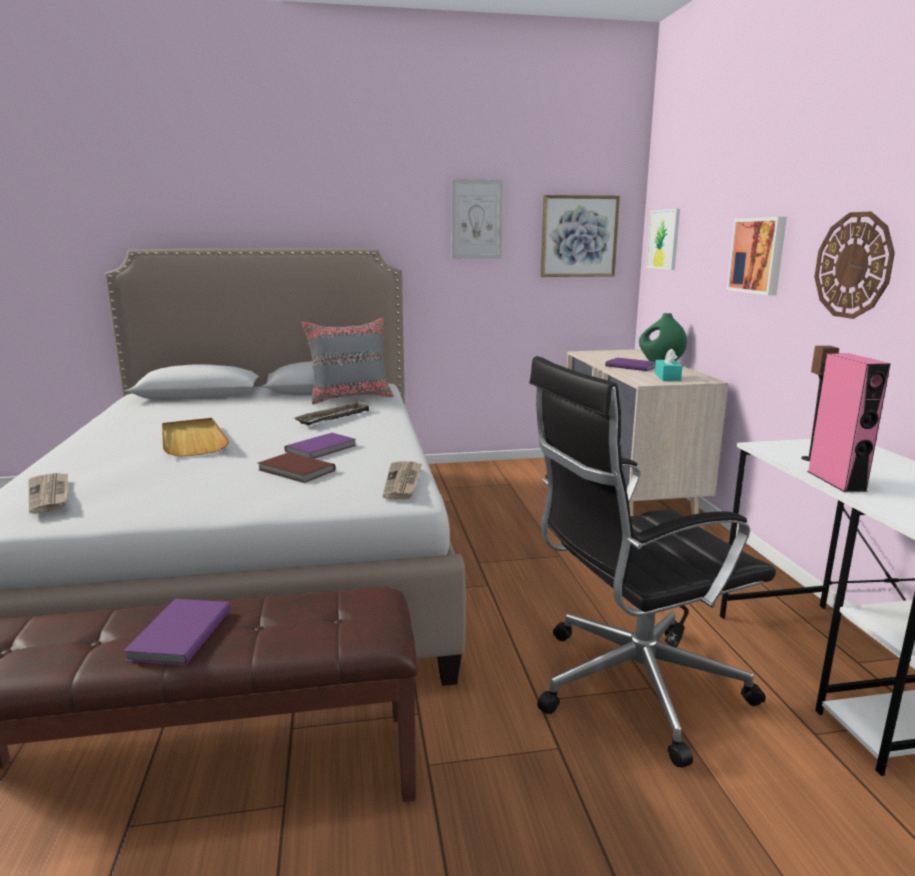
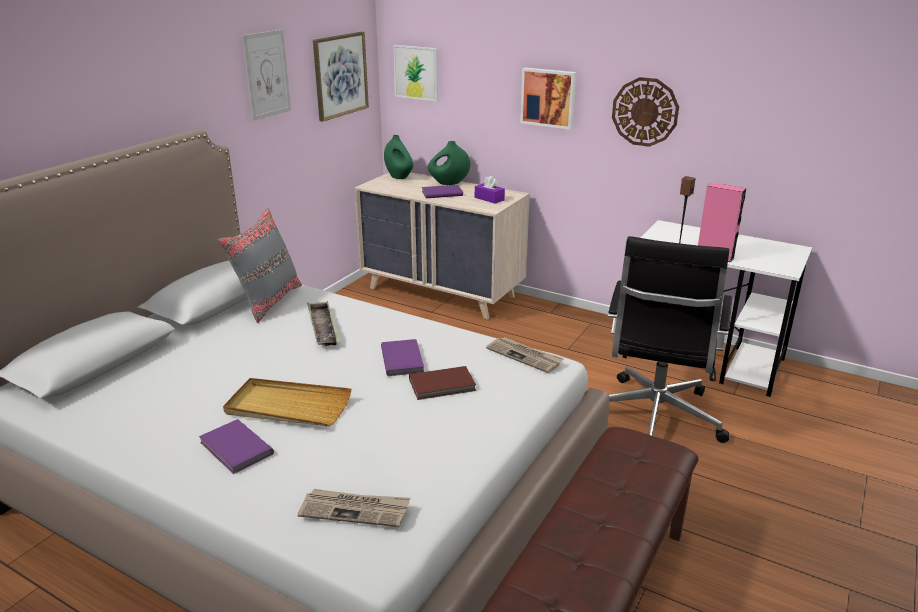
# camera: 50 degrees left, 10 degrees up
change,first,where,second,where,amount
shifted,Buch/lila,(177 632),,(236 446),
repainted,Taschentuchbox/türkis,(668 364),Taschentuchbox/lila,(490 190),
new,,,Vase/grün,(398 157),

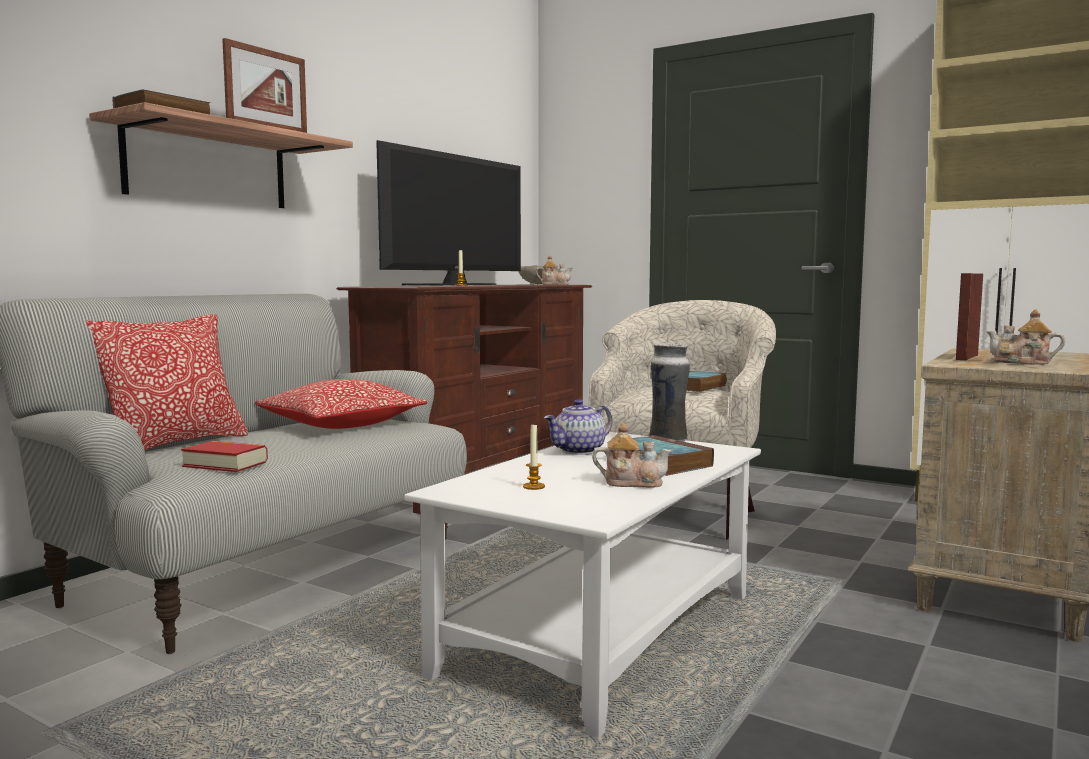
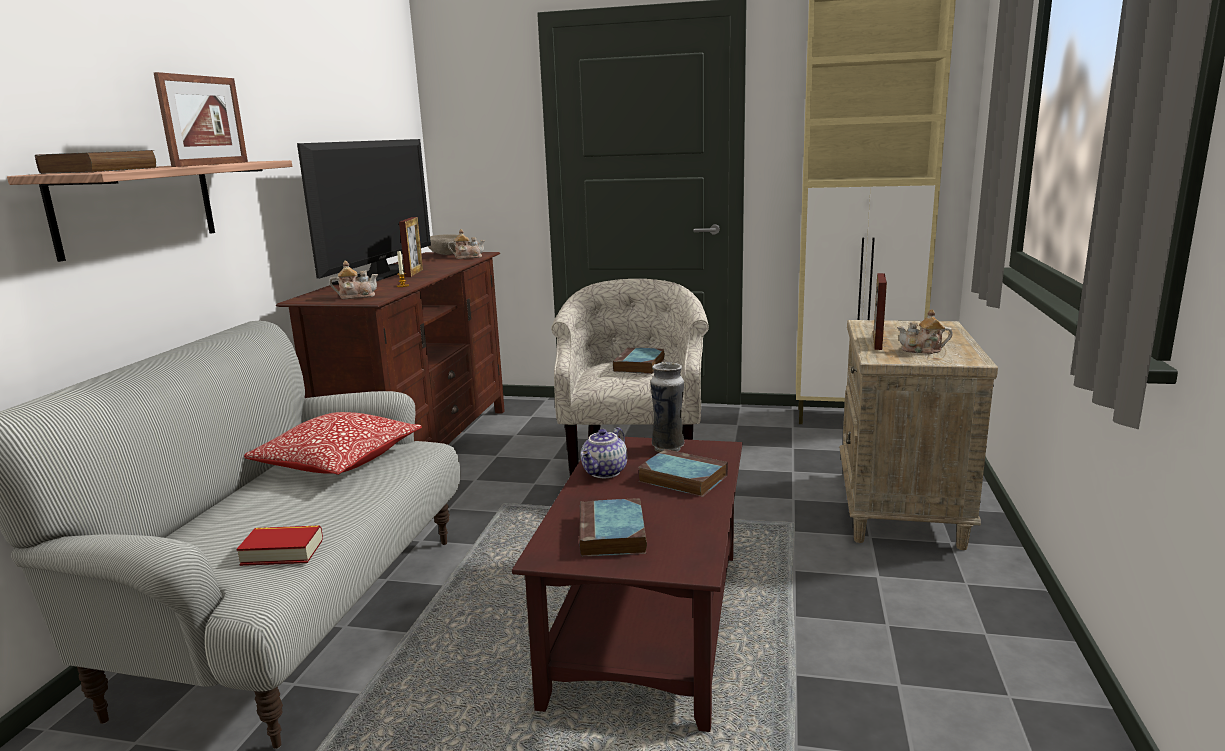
# camera: 20 degrees left, 10 degrees up
change,first,where,second,where,amount
gone,Kissen,(166 382),,,
repainted,Couchtisch/weiß,(582 585),Couchtisch/braun,(627 584),
swapped,Kerze,(534 457),Buch,(613 527),
shifted,Teekanne,(632 455),,(353 280),
new,,,Bilderrahmen,(411 247),

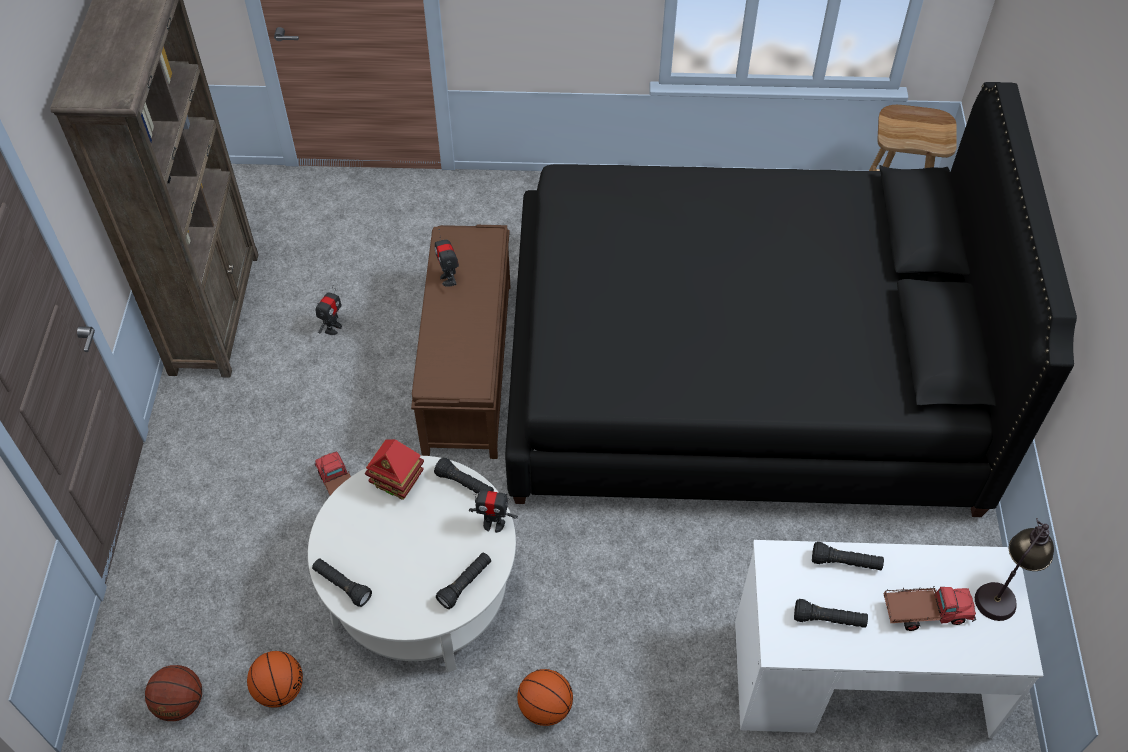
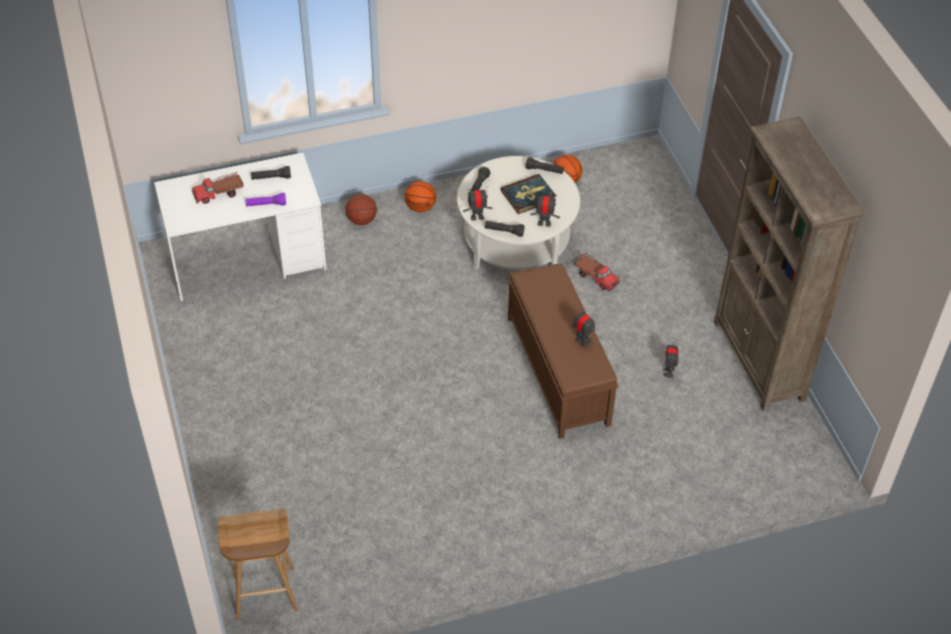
# camera: 160 degrees right, 5 degrees down
change,first,where,second,where,amount
shifted,Basketball,(173 693),,(361 209),
swapped,Spielzeughaus,(394 469),Spielzeugroboter,(545 210),
gone,Bett/schwarz,(791 299),,,
repainted,Taschenlampe/schwarz,(848 556),Taschenlampe/lila,(265 199),
gone,Tischlampe,(1014 569),,,
new,,,Buch,(528 194),

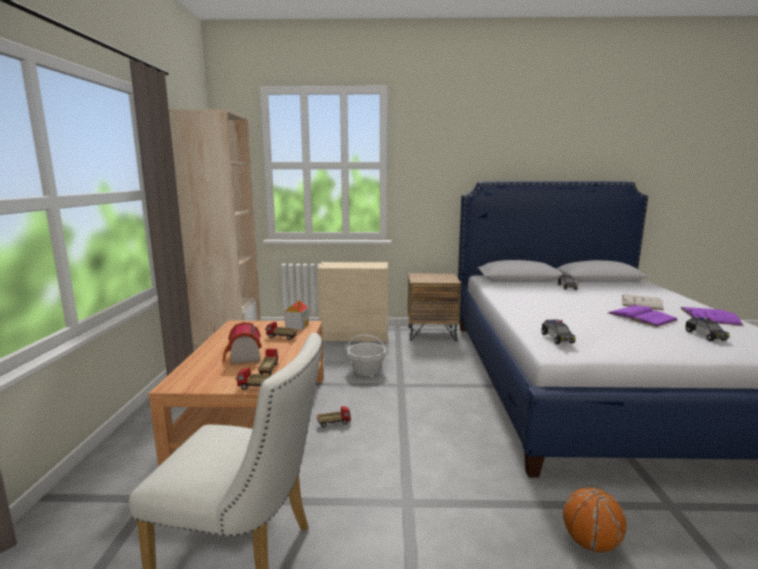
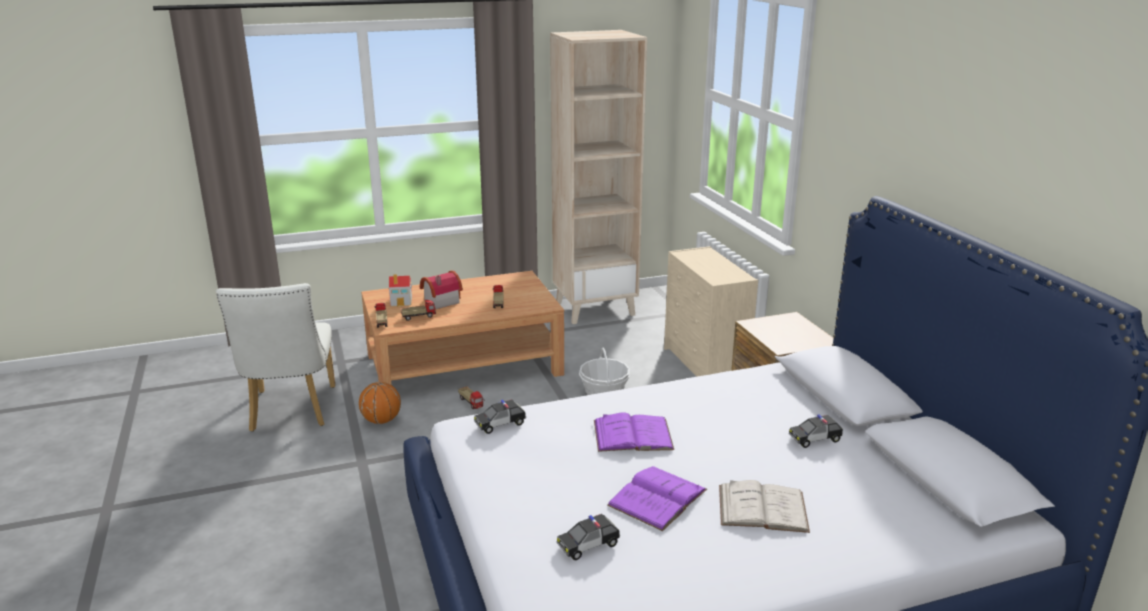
# camera: 70 degrees right, 10 degrees up
change,first,where,second,where,amount
shifted,Spielzeughaus,(296 315),,(400 290),
shifted,Basketball,(595 520),,(380 403),
shifted,Buch/lila,(712 316),,(634 432),

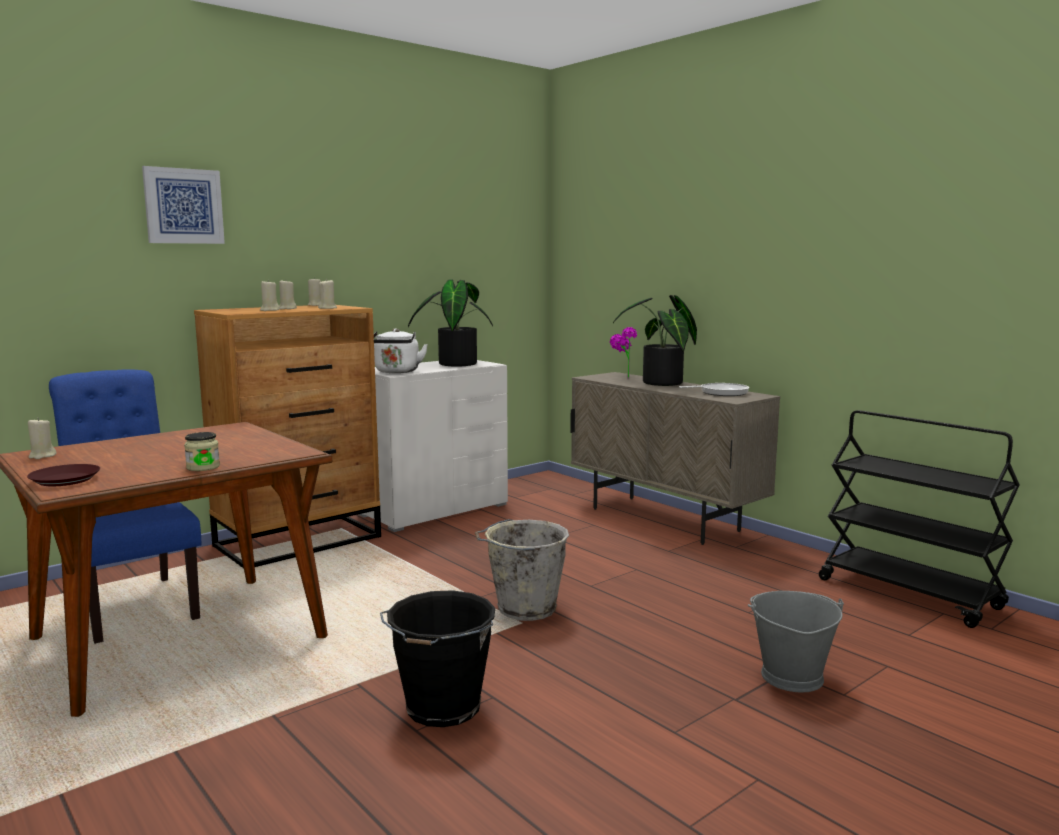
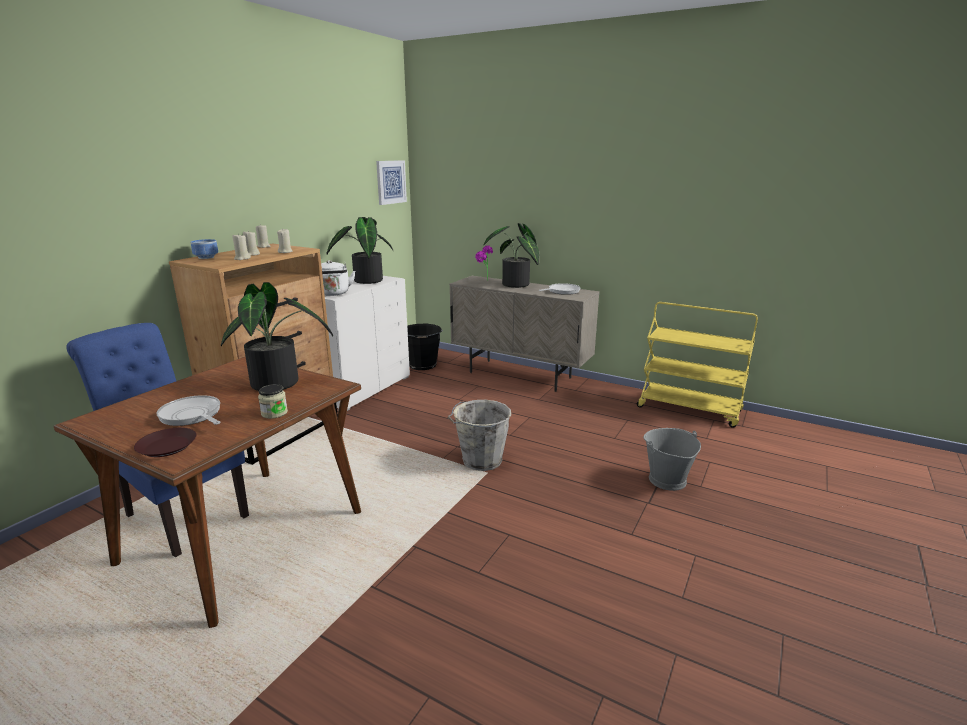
# camera: 20 degrees left, 10 degrees up
change,first,where,second,where,amount
gone,Kerze/beige,(42 438),,,
shifted,Bild,(183 205),,(391 182),
shifted,Eimer/schwarz,(437 658),,(425 347),
repainted,Rollwagen/schwarz,(919 519),Rollwagen/gelb,(697 365),
new,,,Pfanne,(188 410),
new,,,Schüssel,(204 249),
new,,,Topfpflanze,(277 336),

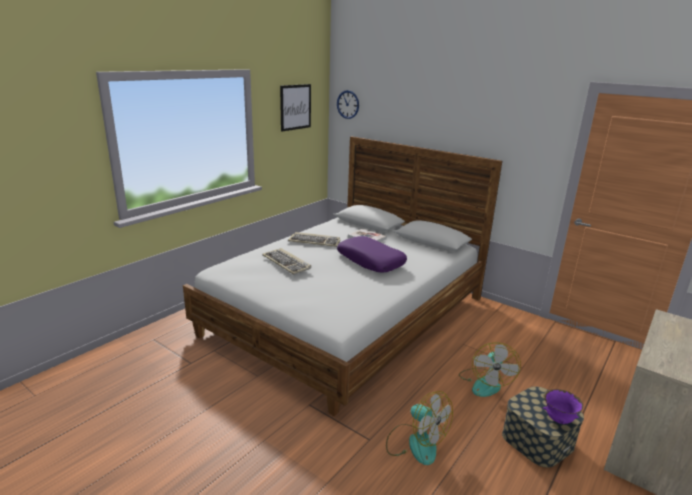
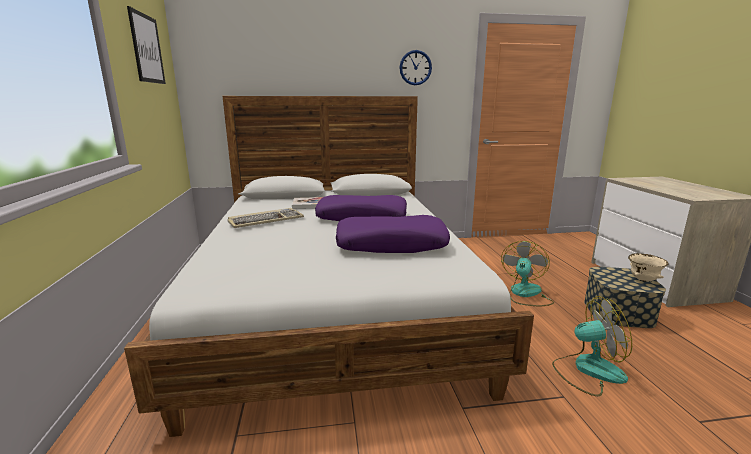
# camera: 45 degrees left, 5 degrees down
change,first,where,second,where,amount
gone,Tastatur,(286 261),,,
shifted,Wanduhr,(348 104),,(416 67),
rotated,Ventilator,(490 369),,(527 273),120 degrees counterclockwise
repainted,Schüssel/lila,(563 406),Schüssel/beige,(648 267),
new,,,Kissen/lila,(393 234),

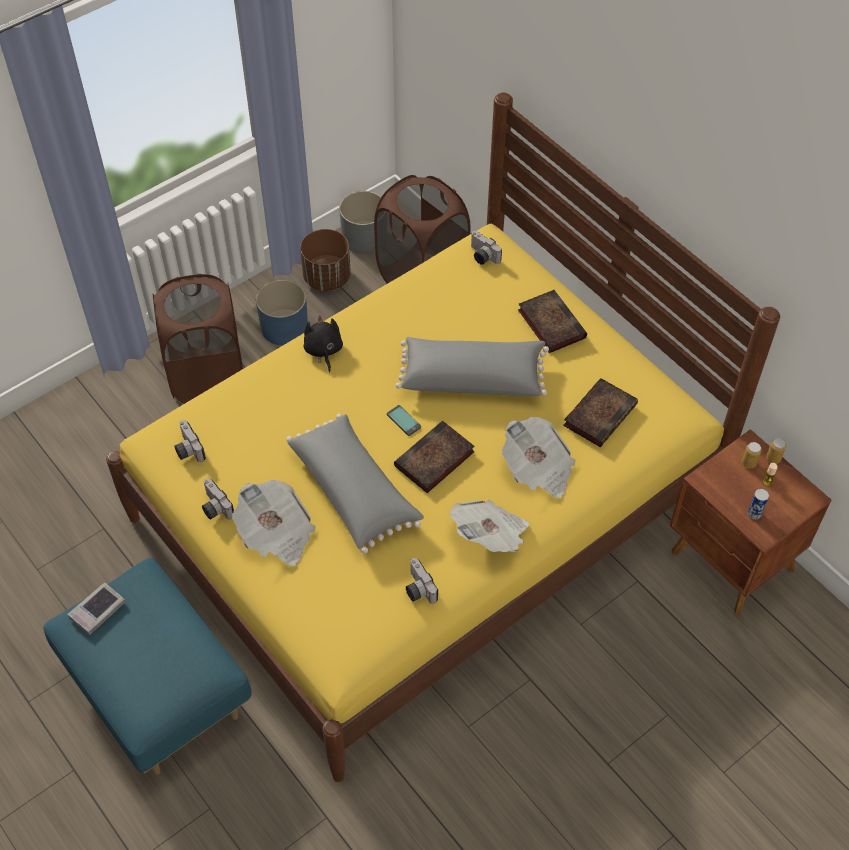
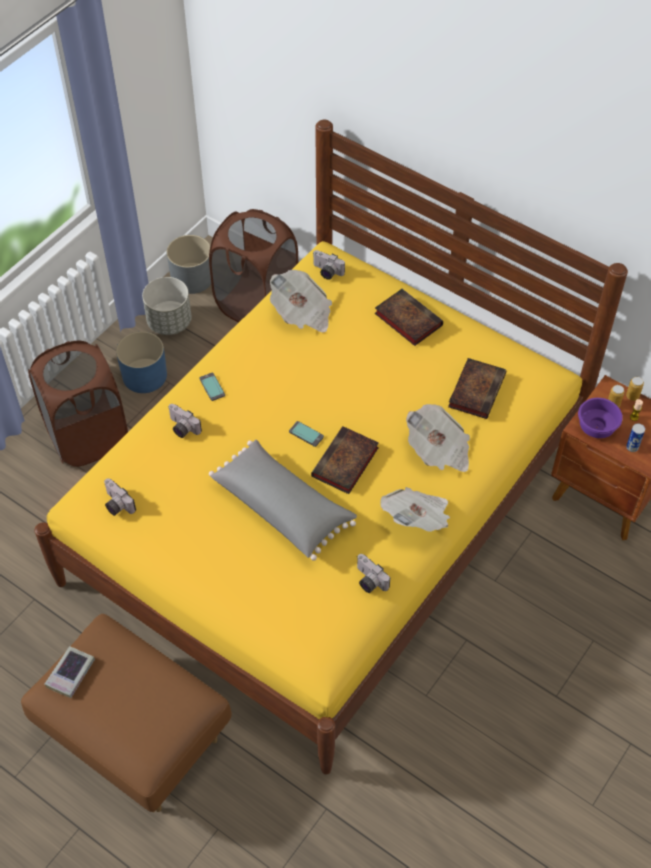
# camera: 15 degrees left, 0 degrees up
change,first,where,second,where,amount
repainted,Polsterhocker/blau,(148 666),Polsterhocker/braun,(126 713),
shifted,Kamera,(218 498),,(185 421),
shifted,Zeitung,(274 523),,(301 301),
repainted,Pflanzkübel/braun,(325 260),Pflanzkübel/grau,(167 306),
swapped,Plüschtier/schwarz,(323 344),Handy,(212 387),
gone,Kissen/grau,(472 366),,,
new,,,Schüssel/lila,(600 418),

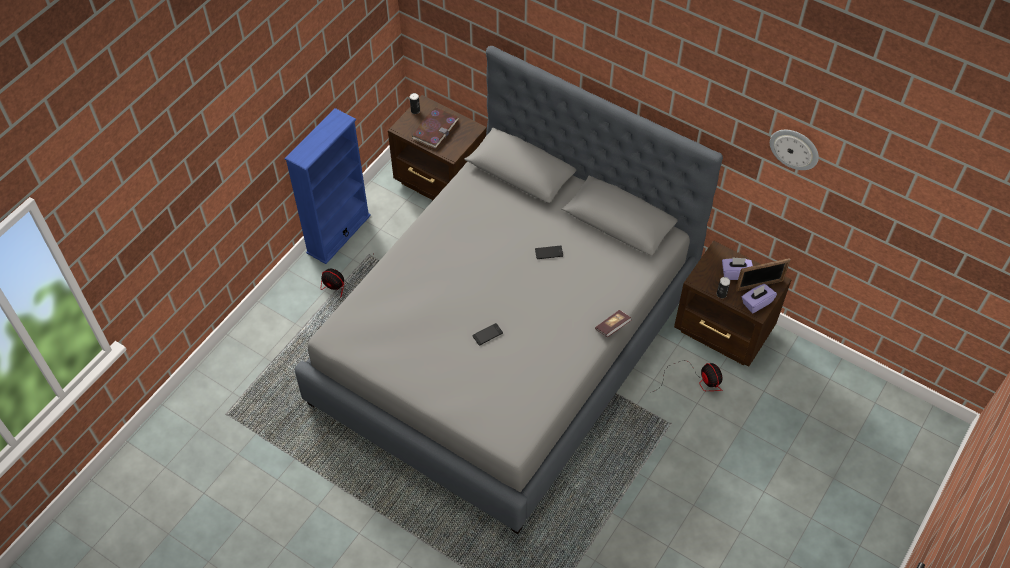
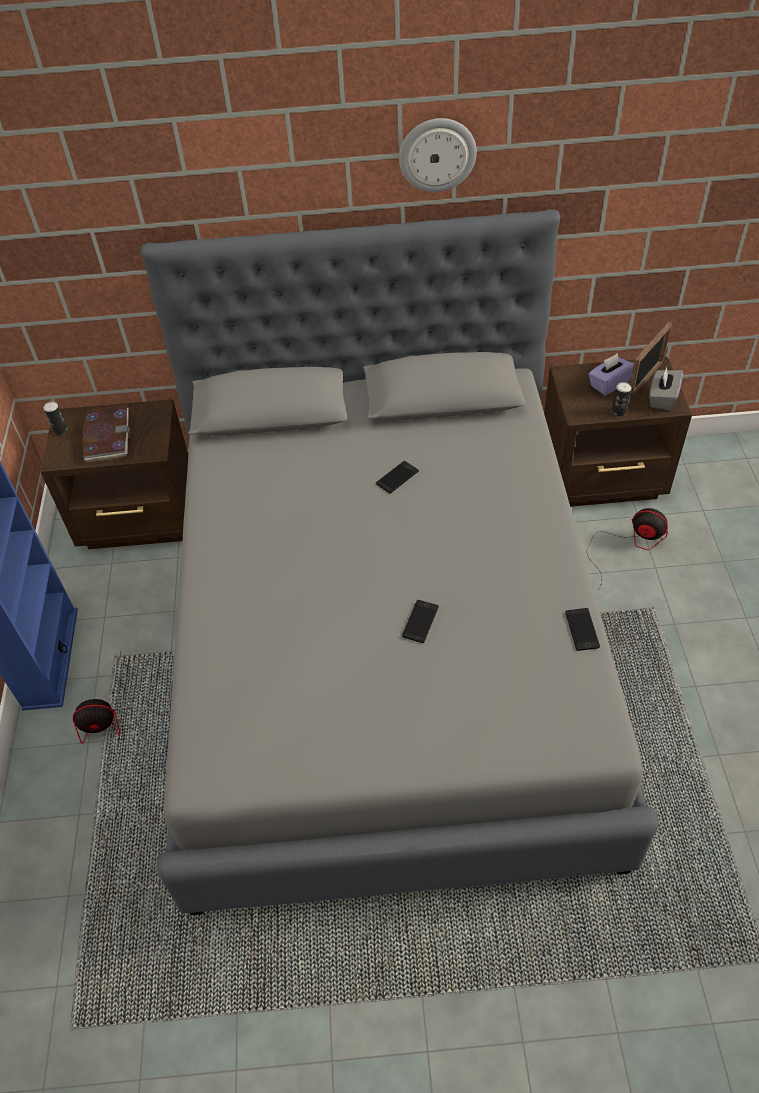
# camera: 35 degrees left, 5 degrees down
change,first,where,second,where,amount
gone,Buch,(613 323),,,
repainted,Taschentuchbox/lila,(759 298),Taschentuchbox/grau,(666 389),
shifted,Wanduhr,(794 150),,(438 155),
new,,,Handy,(582 629),

